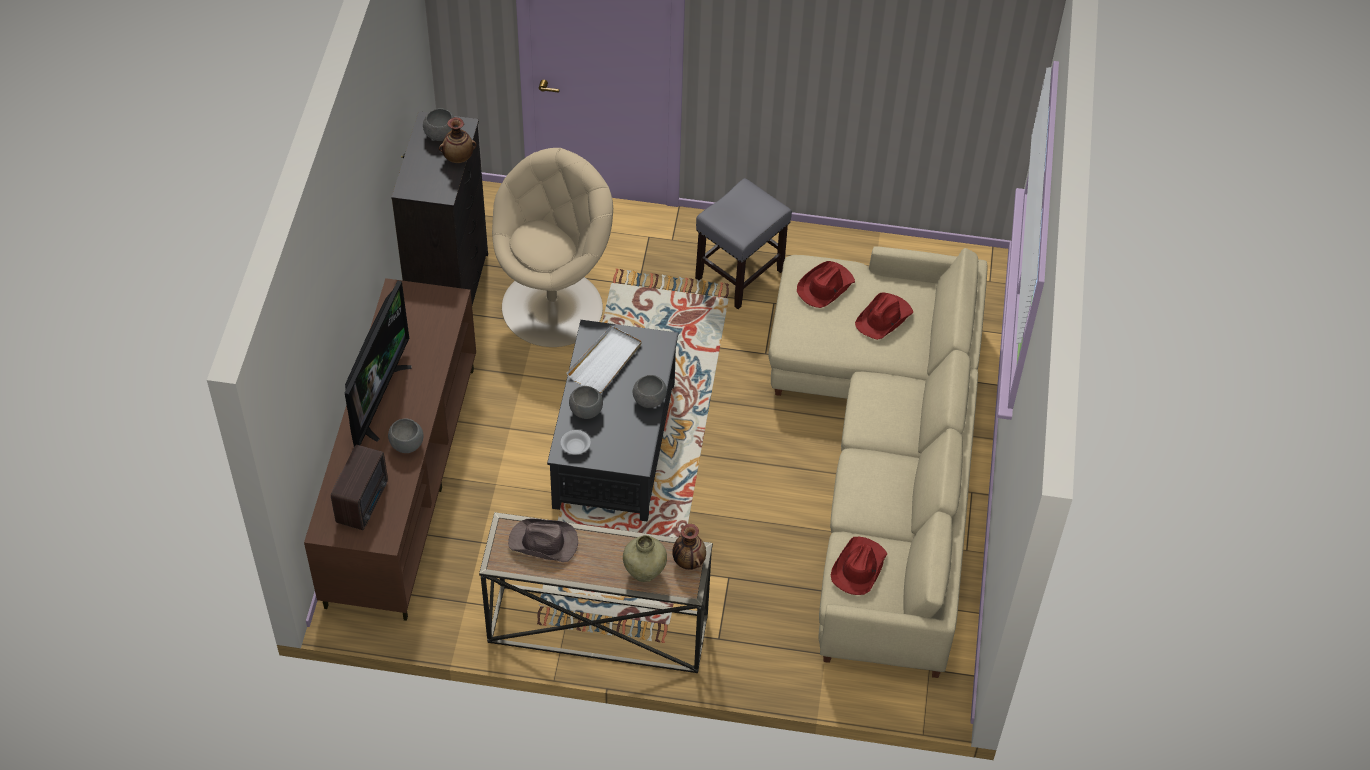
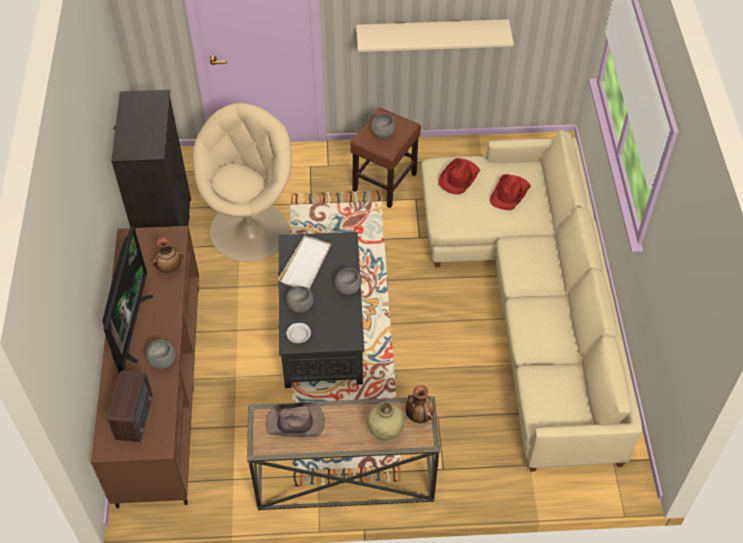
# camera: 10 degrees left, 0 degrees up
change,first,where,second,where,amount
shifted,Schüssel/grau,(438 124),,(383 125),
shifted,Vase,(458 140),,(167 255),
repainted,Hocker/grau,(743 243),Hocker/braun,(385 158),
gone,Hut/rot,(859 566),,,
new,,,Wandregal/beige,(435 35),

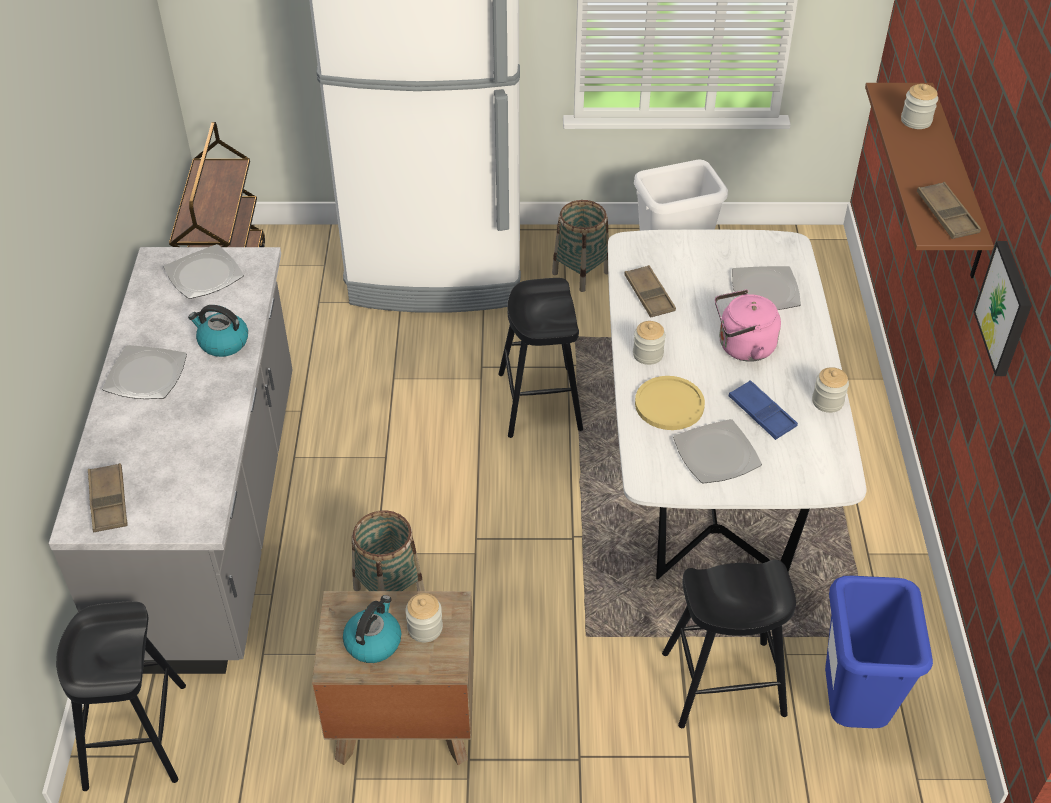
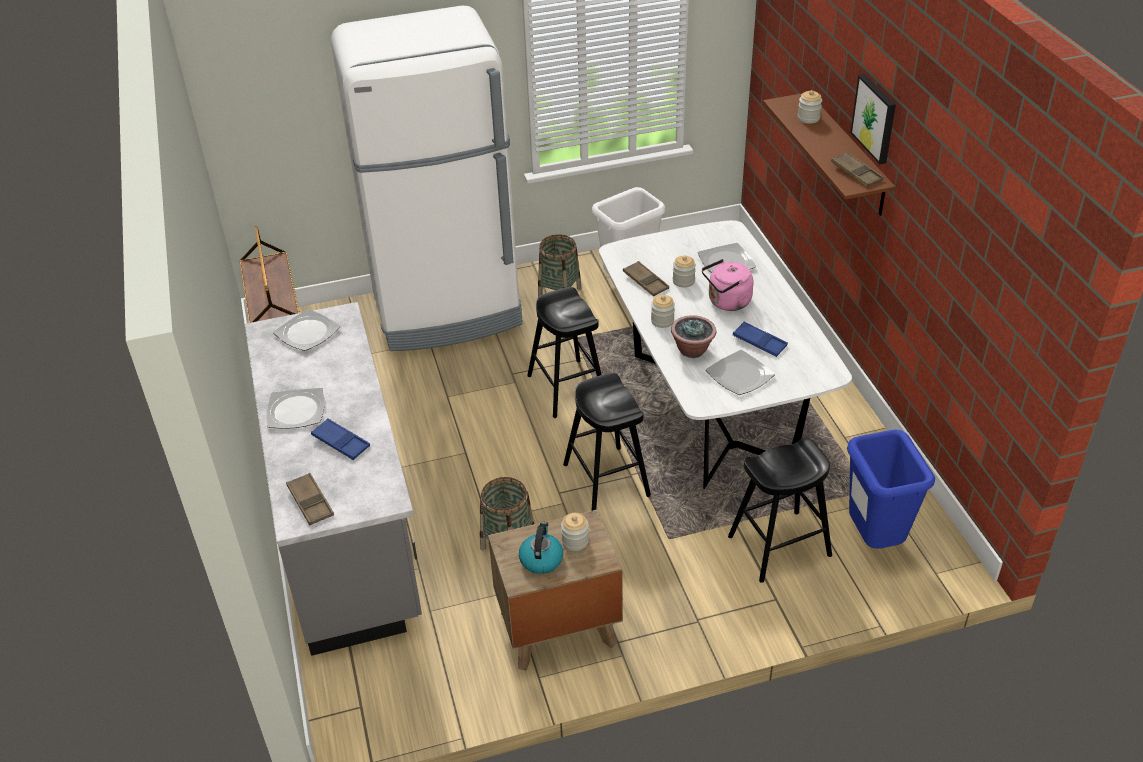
# camera: 15 degrees left, 5 degrees down
change,first,where,second,where,amount
shifted,Hocker/schwarz,(121 696),,(607 442),
gone,Wasserkessel,(218 331),,,
swapped,Teller/gelb,(670 403),Topfpflanze,(694 336),
shifted,Vorratsglas,(830 390),,(684 271),
shifted,Bild,(1002 308),,(873 119),
new,,,Tablett/blau,(340 439),

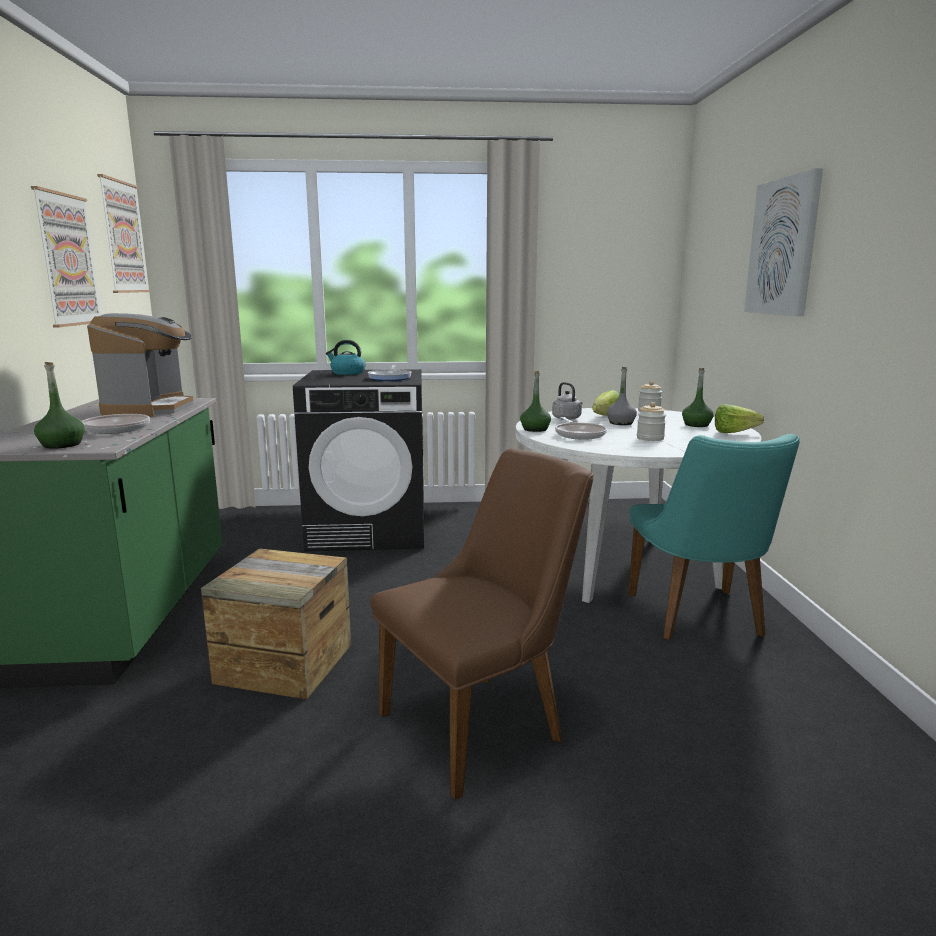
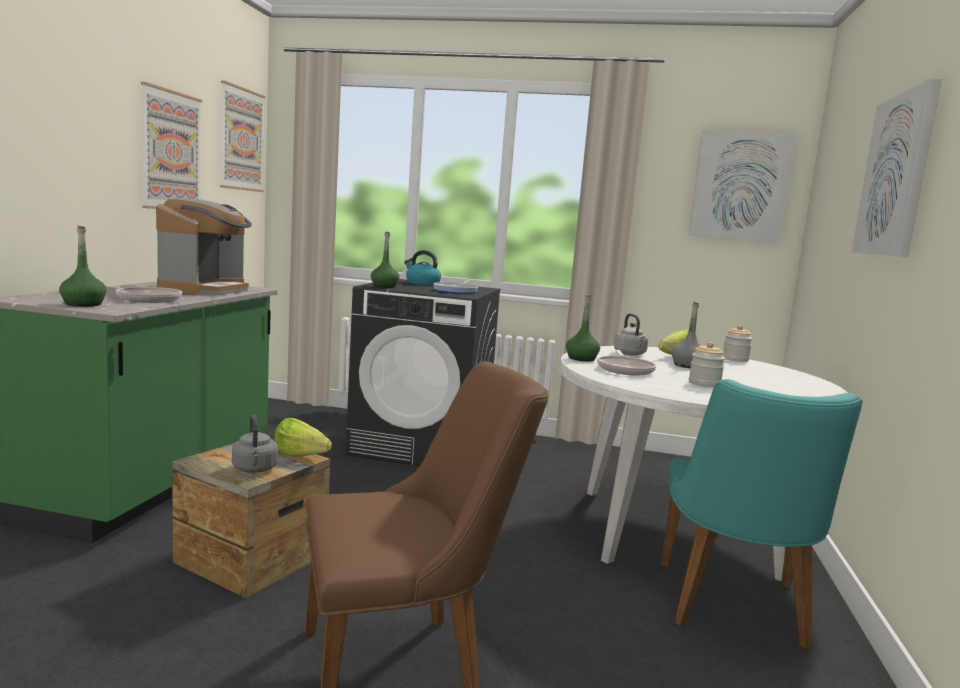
# camera: 15 degrees right, 5 degrees down
change,first,where,second,where,amount
shifted,Flasche/grün,(698 397),,(385 260),
shifted,Salatkopf,(739 418),,(303 437),
new,,,Wasserkessel/grau,(255 443),
new,,,Bild,(743 186),

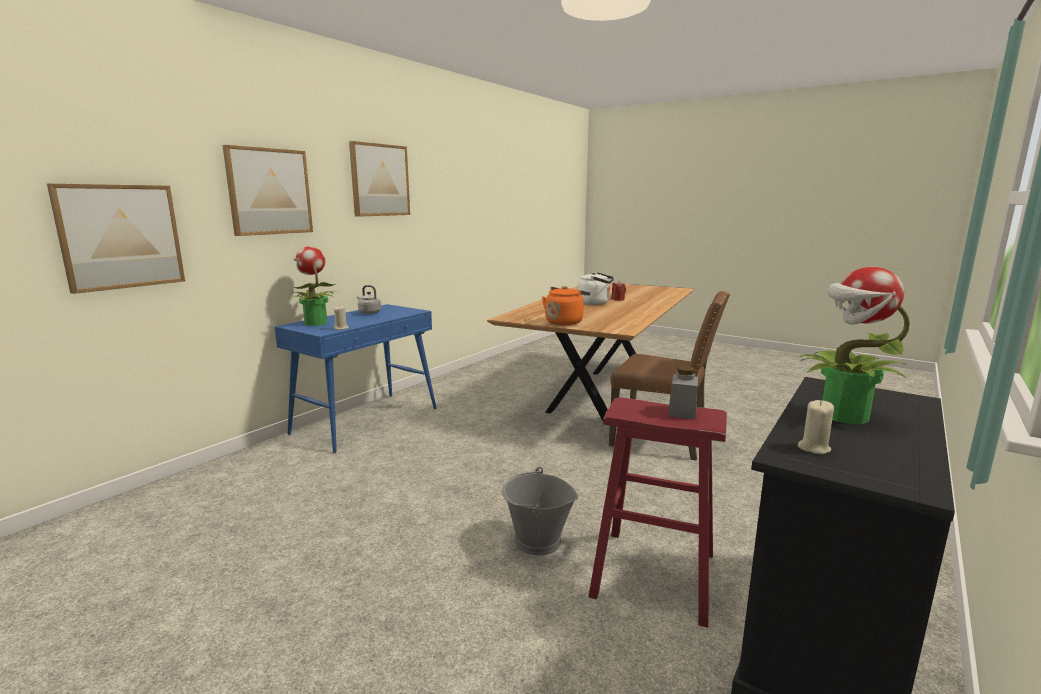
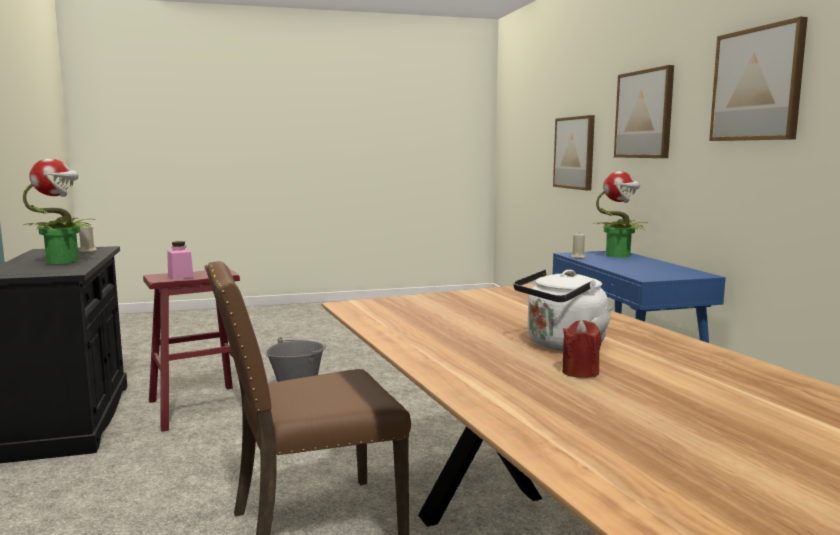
# camera: 130 degrees right, 5 degrees down
change,first,where,second,where,amount
gone,Wasserkessel/grau,(369 299),,,
gone,Wasserkessel/orange,(566 305),,,
repainted,Vorratsglas/grau,(683 393),Vorratsglas/rosa,(180 260),

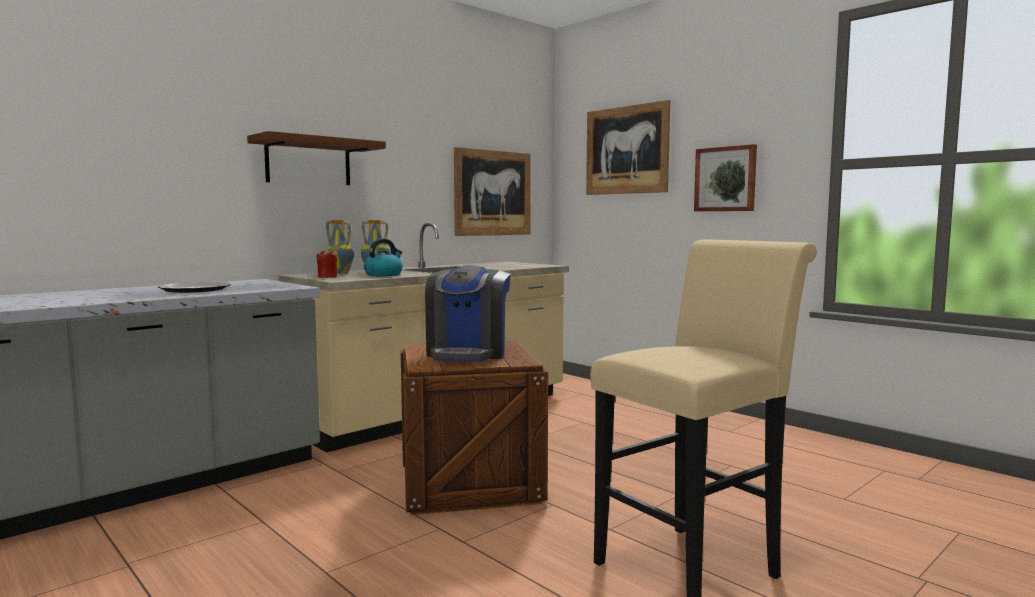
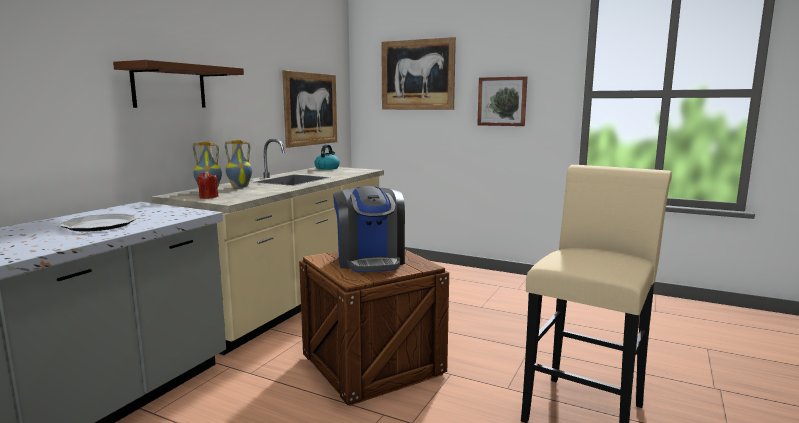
# camera: 20 degrees left, 5 degrees up
change,first,where,second,where,amount
shifted,Wasserkessel,(383 257),,(327 157),

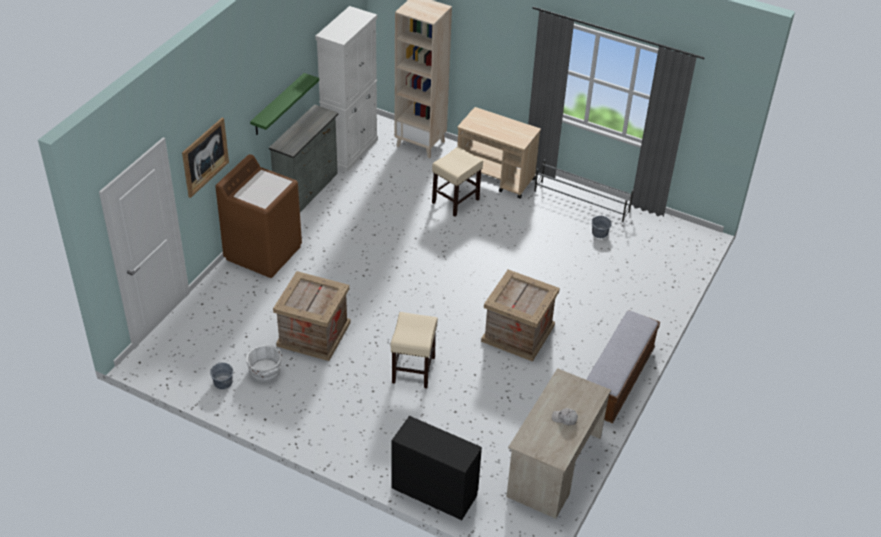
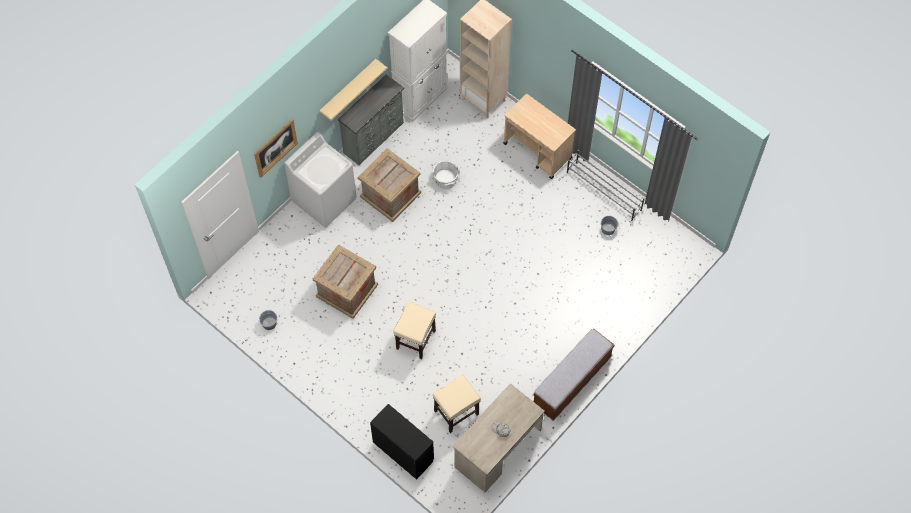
# camera: 15 degrees right, 20 degrees up
change,first,where,second,where,amount
repainted,Waschmaschine/braun,(258 216),Waschmaschine/weiß,(320 180),
shifted,Eimer/weiß,(265 363),,(446 174),
repainted,Wandregal/grün,(284 104),Wandregal/beige,(353 89),
shifted,Hocker/beige,(457 182),,(457 403),
shifted,Kiste,(520 316),,(389 185),

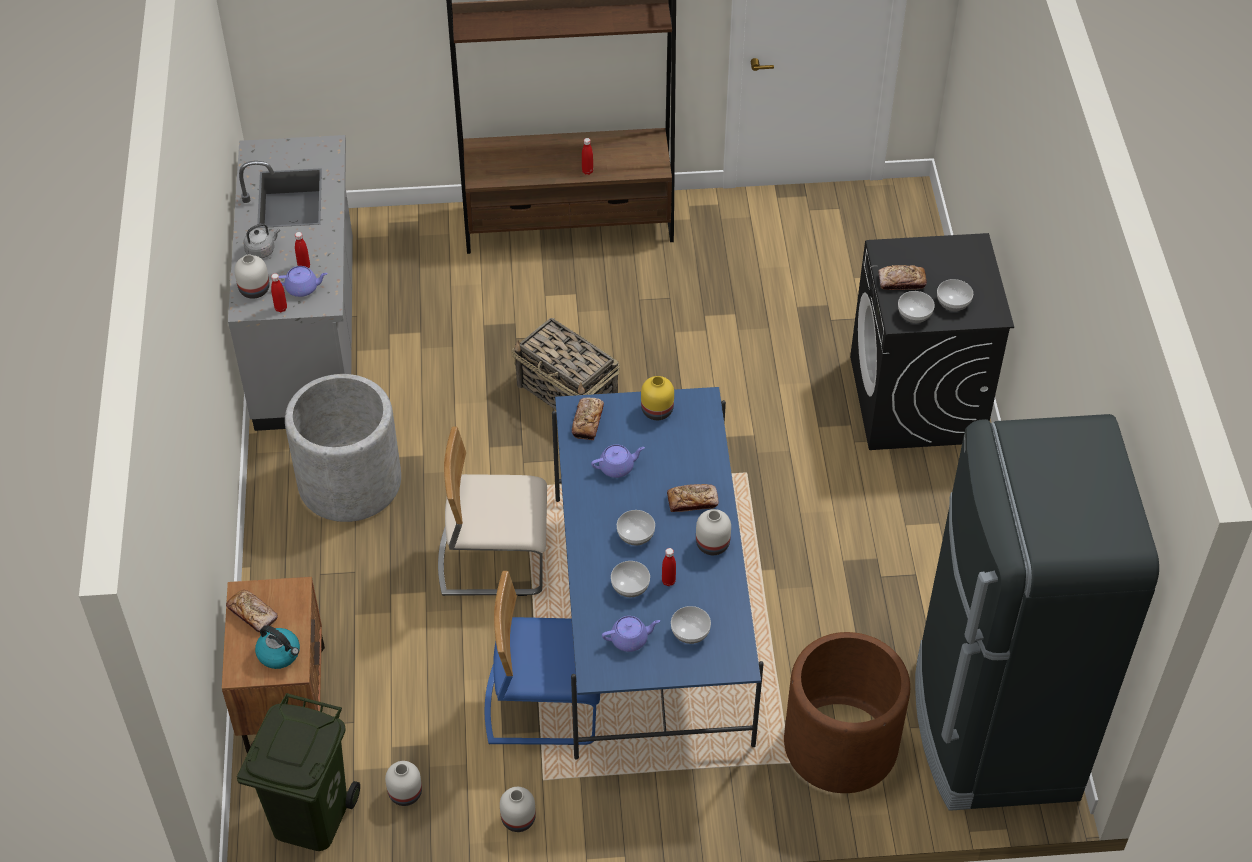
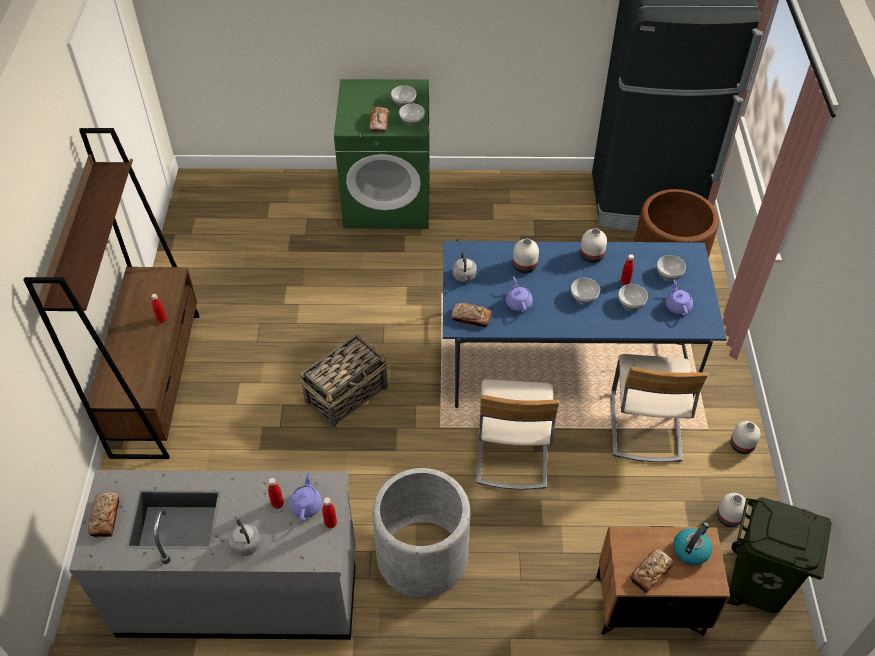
# camera: 85 degrees left, 0 degrees up
change,first,where,second,where,amount
shifted,Vase/weiß,(251 276),,(526 256),
repainted,Stuhl/blau,(542 658),Stuhl/beige,(659 408),
swapped,Vase/gelb,(657 398),Wasserkessel/grau,(465 266),
shifted,Brot,(693 498),,(104 515),
repainted,Waschmaschine/schwarz,(932 341),Waschmaschine/grün,(382 154),

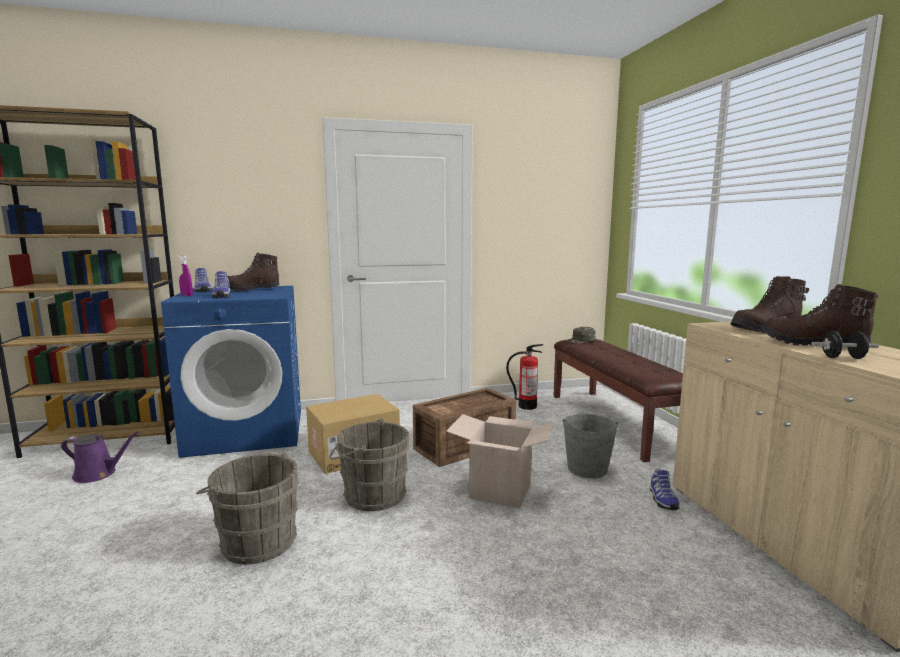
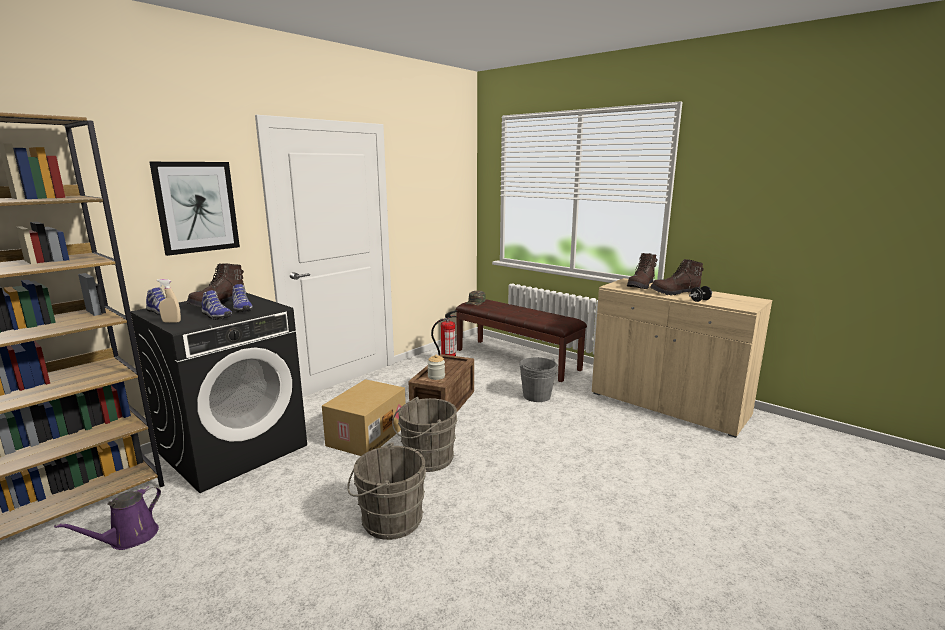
# camera: 35 degrees left, 5 degrees up
change,first,where,second,where,amount
rotated,Gießkanne/lila,(100 457),,(107 517),150 degrees clockwise
repainted,Waschmaschine/blau,(231 372),Waschmaschine/schwarz,(218 393),
repainted,Sprühflasche/lila,(185 275),Sprühflasche/beige,(169 301),
gone,Karton,(500 461),,,
shifted,Schuh,(665 489),,(242 298),
new,,,Bild,(195 209),
new,,,Vorratsglas,(436 367),

